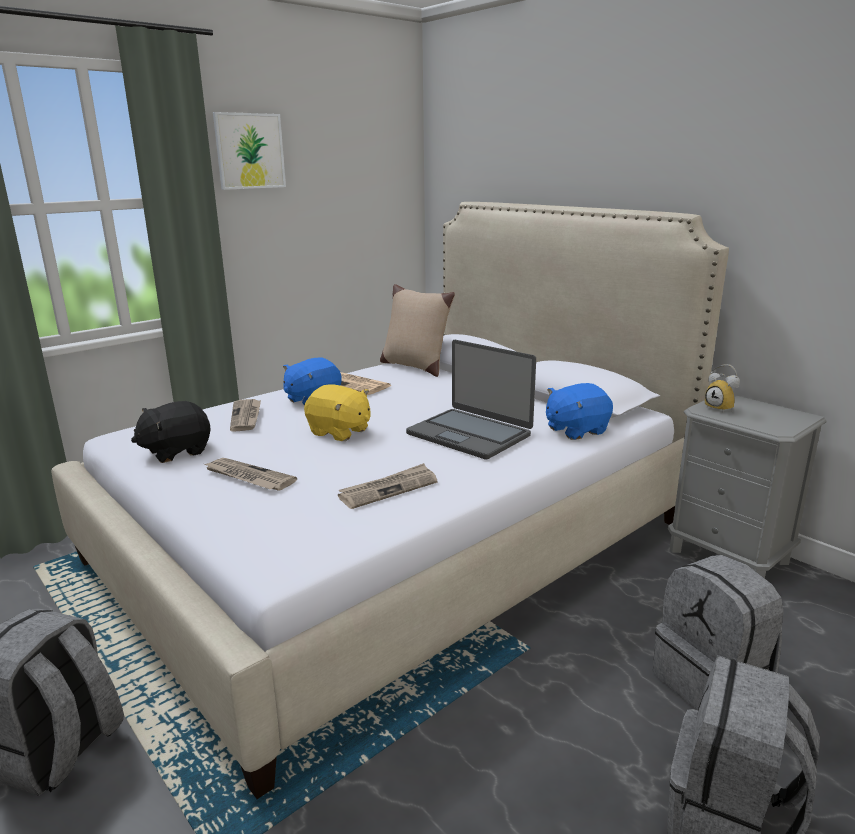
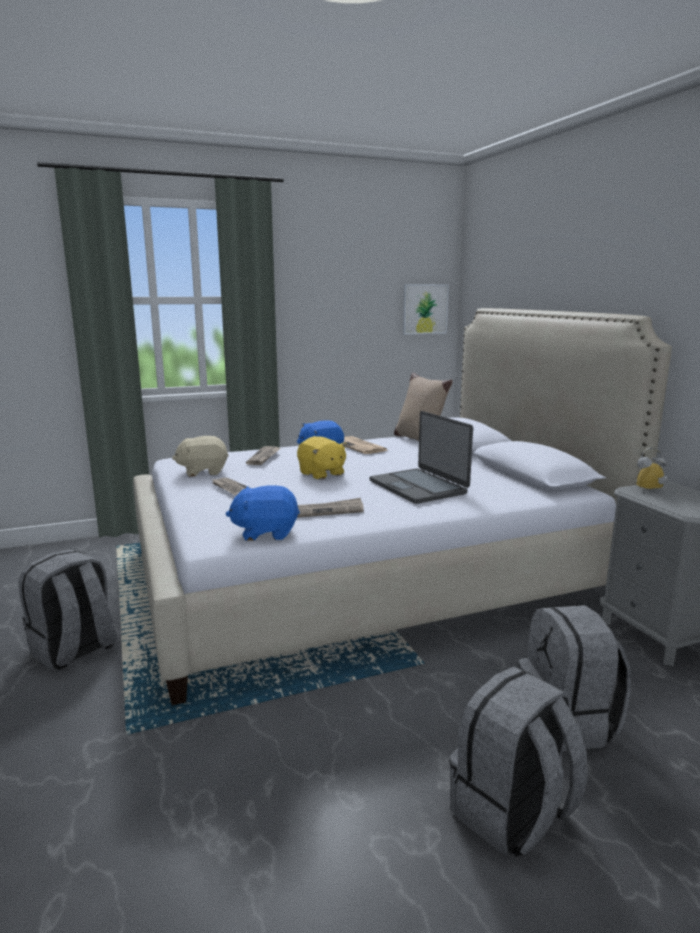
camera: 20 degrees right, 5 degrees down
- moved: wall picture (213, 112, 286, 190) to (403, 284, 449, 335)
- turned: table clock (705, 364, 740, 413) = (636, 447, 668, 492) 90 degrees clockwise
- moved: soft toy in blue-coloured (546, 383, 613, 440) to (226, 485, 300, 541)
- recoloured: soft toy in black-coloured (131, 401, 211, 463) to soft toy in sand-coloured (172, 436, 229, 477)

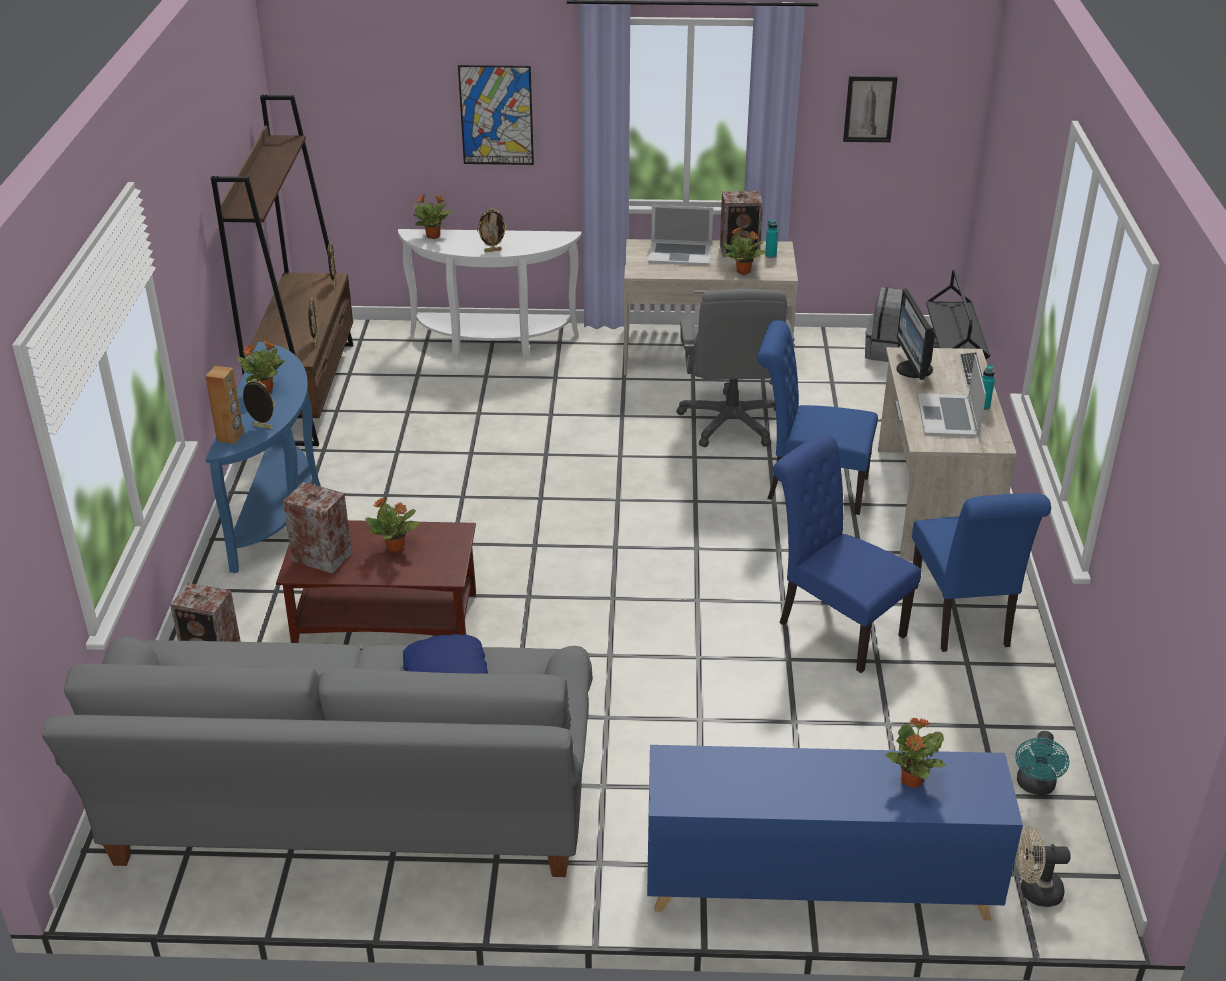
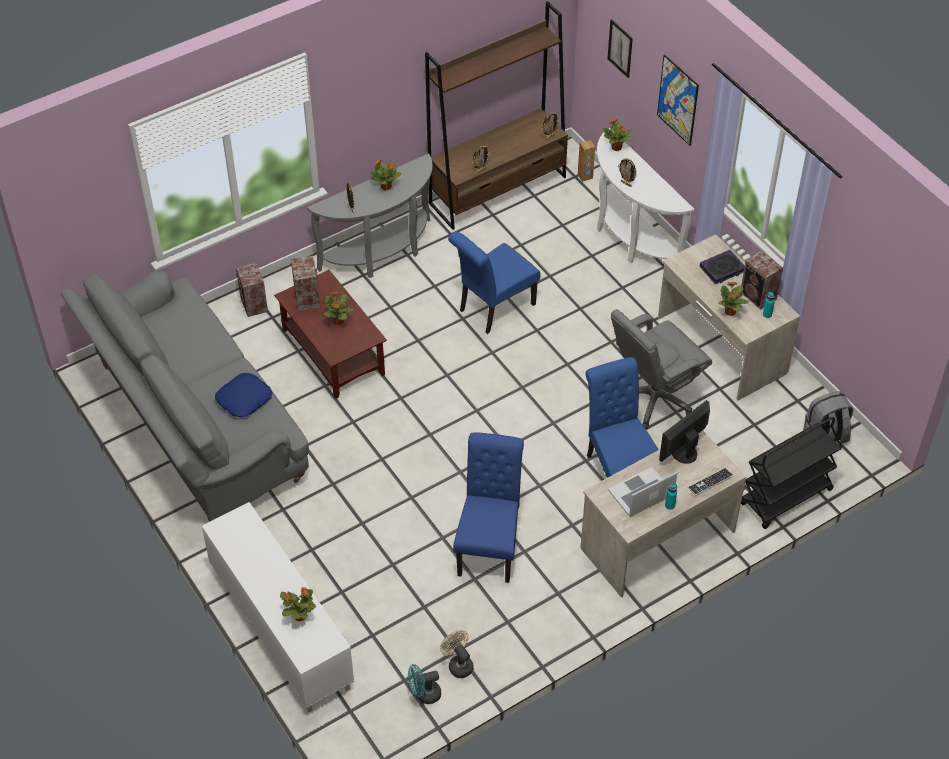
camera: 55 degrees right, 15 degrees up
- moved: wall picture (843, 76, 898, 142) to (607, 19, 633, 78)
- replaced: portable computer (648, 205, 713, 266) to bound book (700, 250, 745, 284)
- recoloured: narrow table in blue-coloured (206, 342, 321, 573) to narrow table in greyish (307, 153, 433, 278)
- moved: audio speaker in brown-coloured (205, 366, 244, 444) to (578, 140, 595, 182)
- moved: chair in blue-coloured (912, 493, 1051, 652) to (448, 232, 541, 334)
- recoloured: storage cabinet in blue-coloured (647, 745, 1023, 920) to storage cabinet in white (202, 502, 354, 712)
- moved: electric fan in sand-coloured (1015, 826, 1071, 907) to (440, 630, 474, 678)

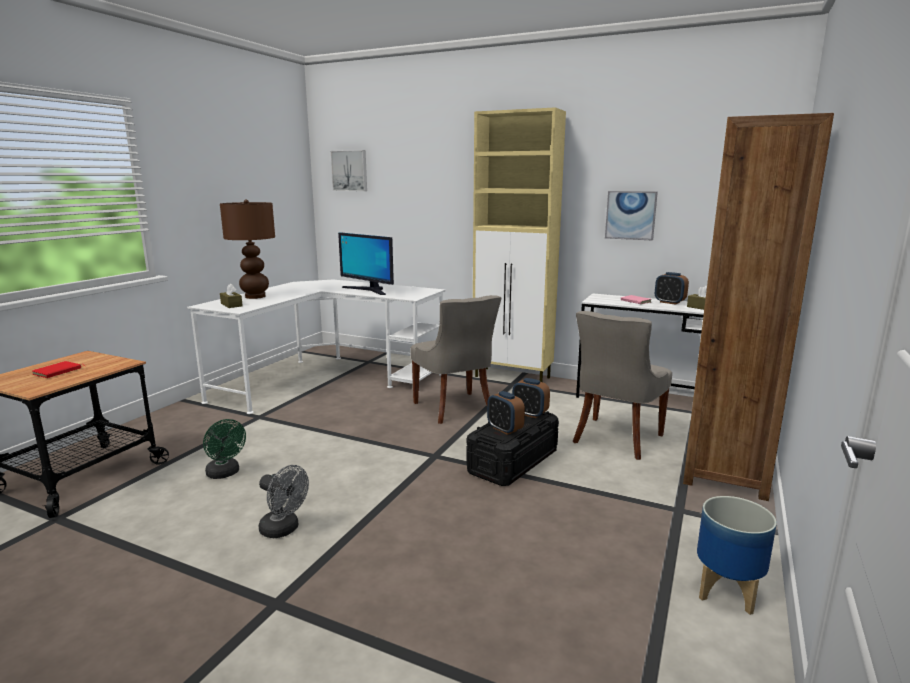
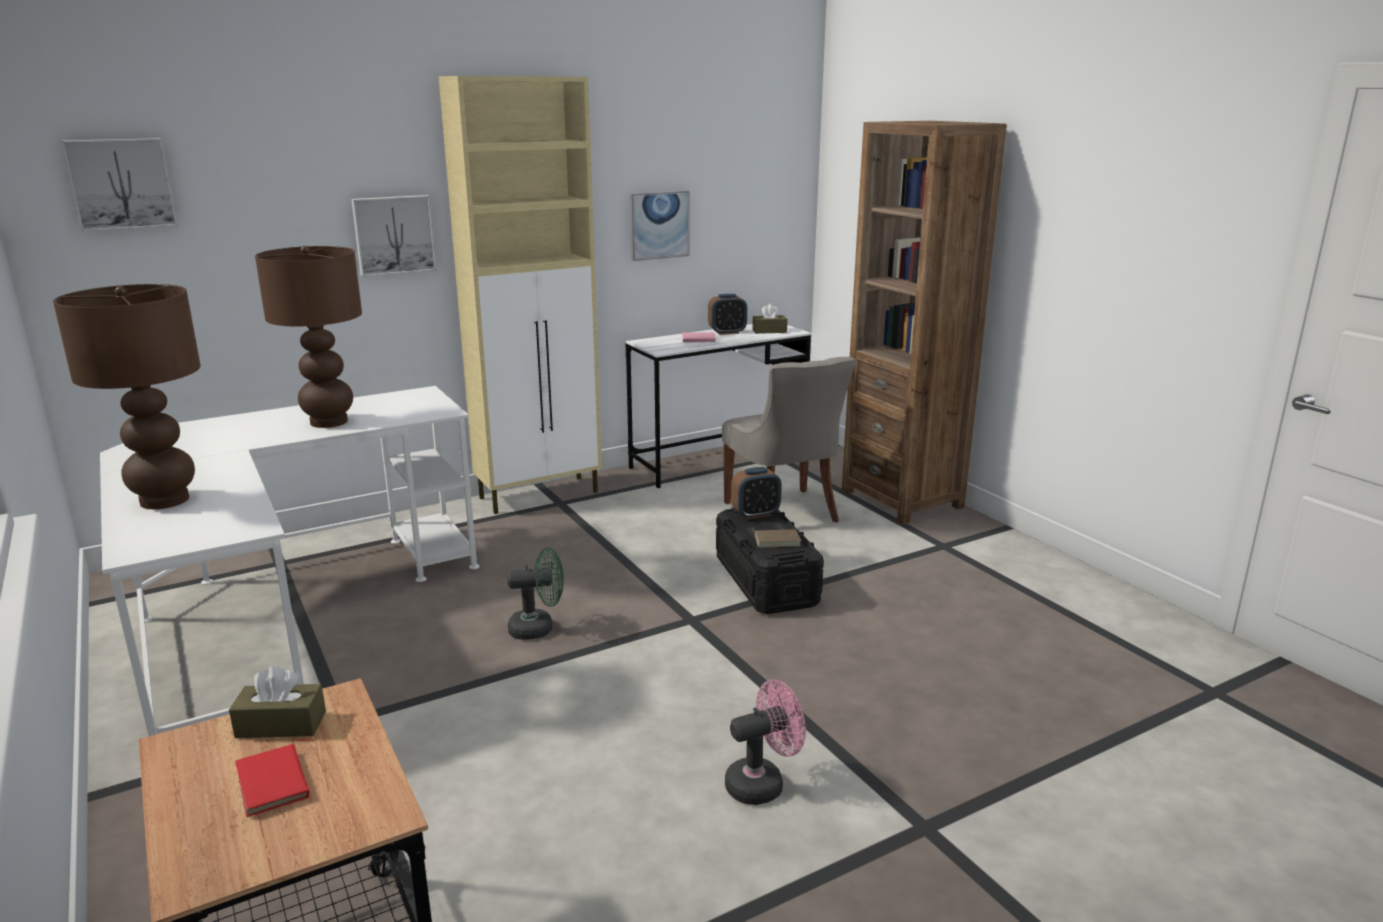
camera: 55 degrees left, 5 degrees up
- replaced: monitor (338, 232, 394, 295) to table lamp in brown-coloured (255, 246, 362, 428)
- moved: box of tissues in brown-coloured (220, 283, 243, 308) to (229, 666, 326, 738)
- removed: chair in greyish (410, 295, 501, 424)
- replaced: table clock (487, 391, 525, 435) to bound book in brown-coloured (753, 528, 801, 547)
- moved: electric fan in green-coloured (203, 419, 246, 479) to (507, 547, 564, 640)
- recoloured: electric fan in greyish (259, 465, 309, 538) to electric fan in pink-coloured (725, 680, 806, 805)
- removed: flower pot (697, 496, 777, 615)
- added: wall picture (351, 195, 437, 277)

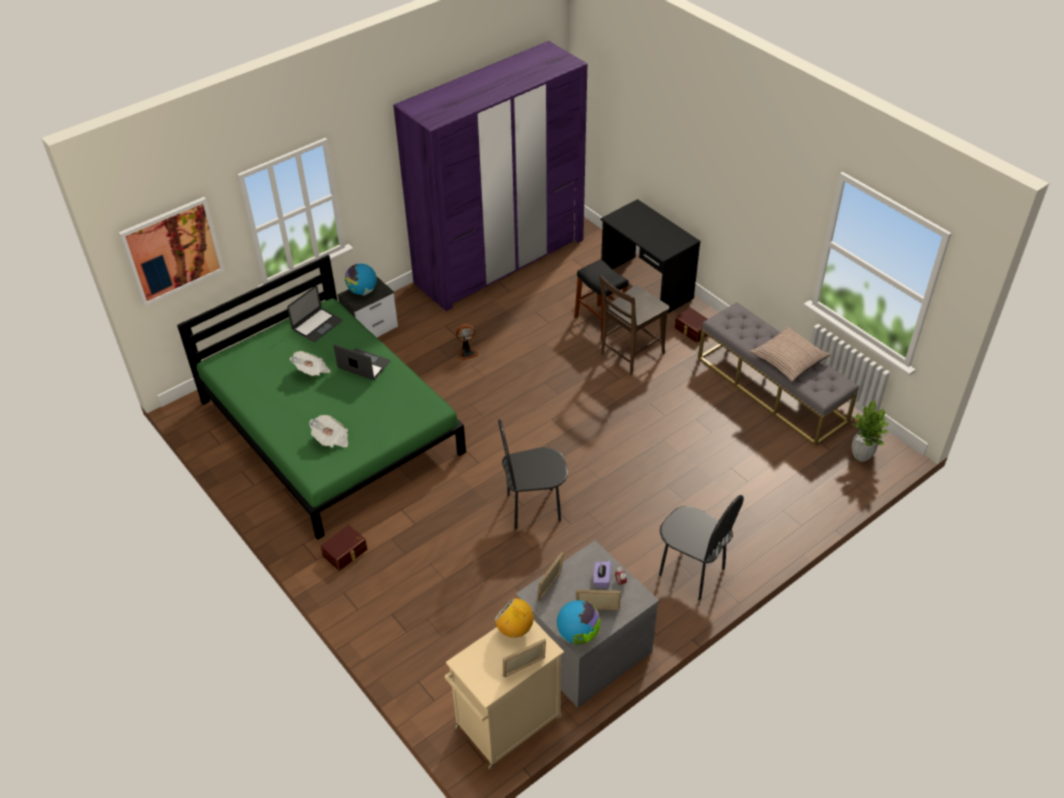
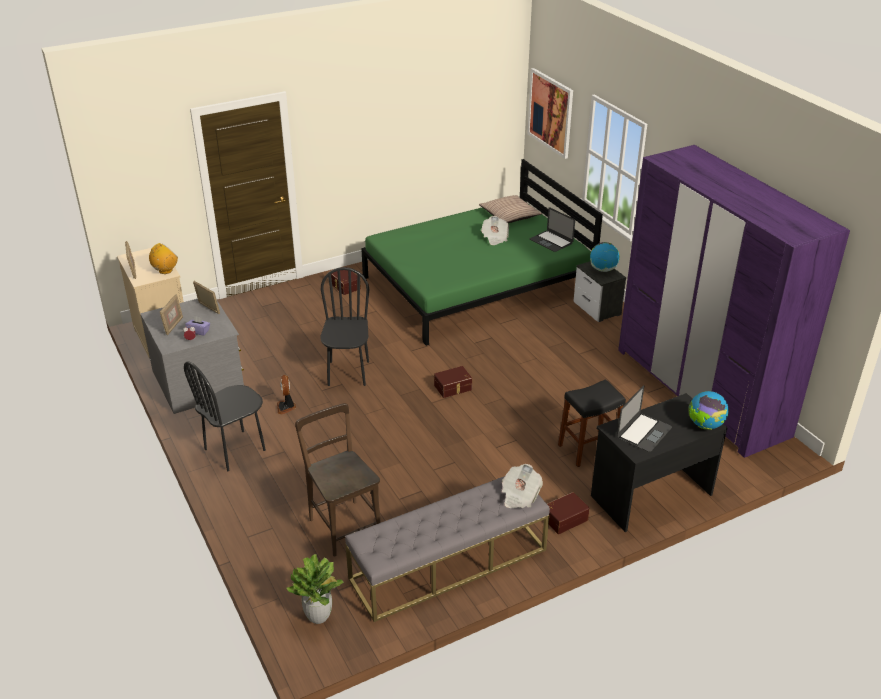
camera: 100 degrees right, 10 degrees down
- moved: chair in brown-coloured (599, 275, 669, 375) to (295, 403, 381, 557)
- moved: electric fan (456, 324, 478, 361) to (277, 375, 296, 414)
- moved: cushion (749, 326, 831, 382) to (479, 195, 542, 223)
- moved: portable computer (334, 344, 390, 380) to (617, 385, 672, 452)
- moved: printed paper (309, 415, 348, 448) to (502, 464, 543, 508)
- moved: globe (557, 600, 600, 645) to (688, 391, 729, 430)
- added: storage container in brown-coloured (434, 366, 472, 398)

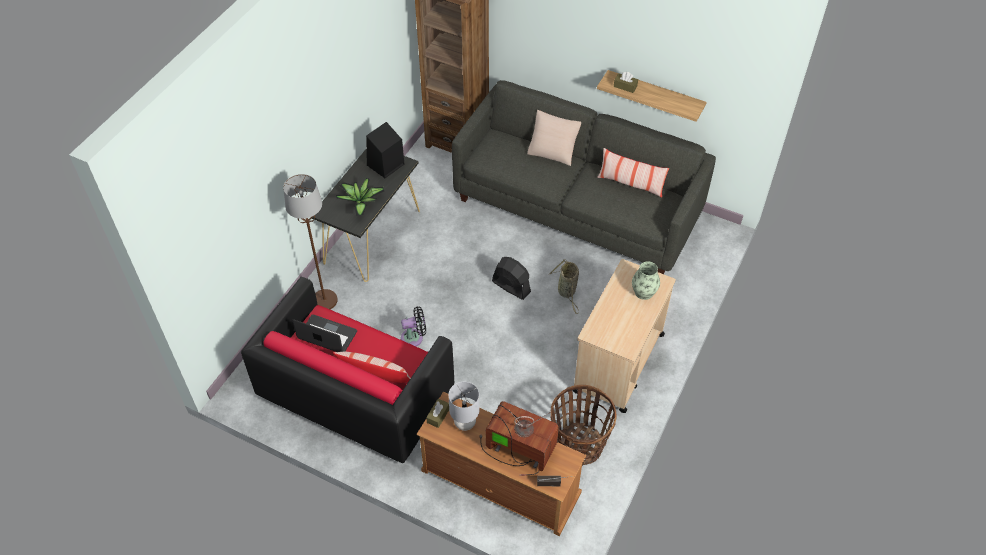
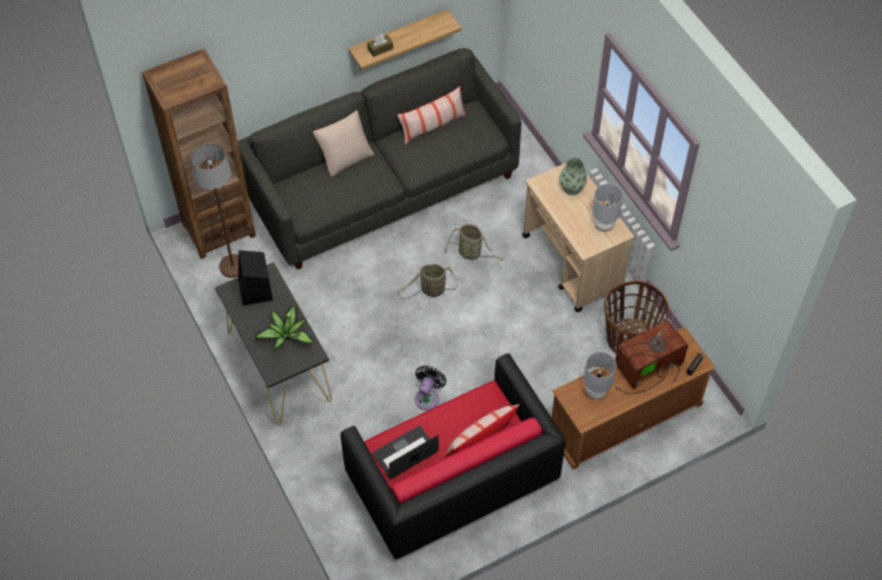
camera: 55 degrees left, 5 degrees up
- moved: standing lamp in brown-coloured (283, 174, 338, 309) to (191, 143, 238, 278)
- replaced: electric fan in black-coloured (492, 257, 531, 300) to household basket (397, 264, 458, 299)
- removed: box of tissues in brown-coloured (426, 399, 449, 428)
- added: table lamp in greyish (592, 184, 623, 232)

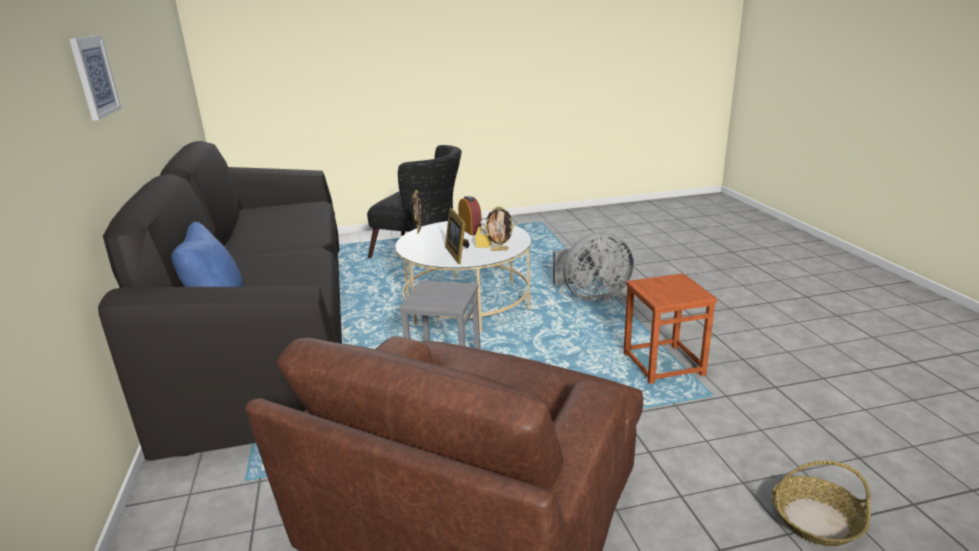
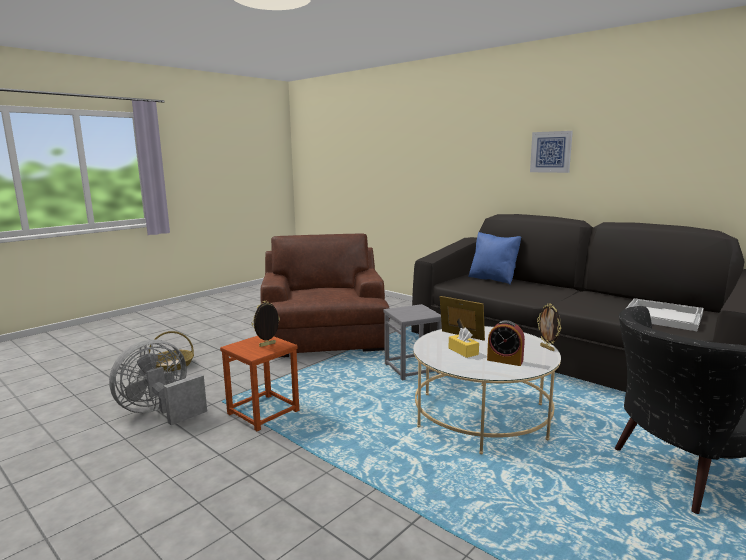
camera: 145 degrees right, 10 degrees down
- moved: picture frame (484, 206, 515, 251) to (252, 301, 280, 347)
- moved: electric fan in greyish (553, 233, 634, 302) to (109, 340, 207, 425)
- added: tray in white (626, 298, 704, 331)

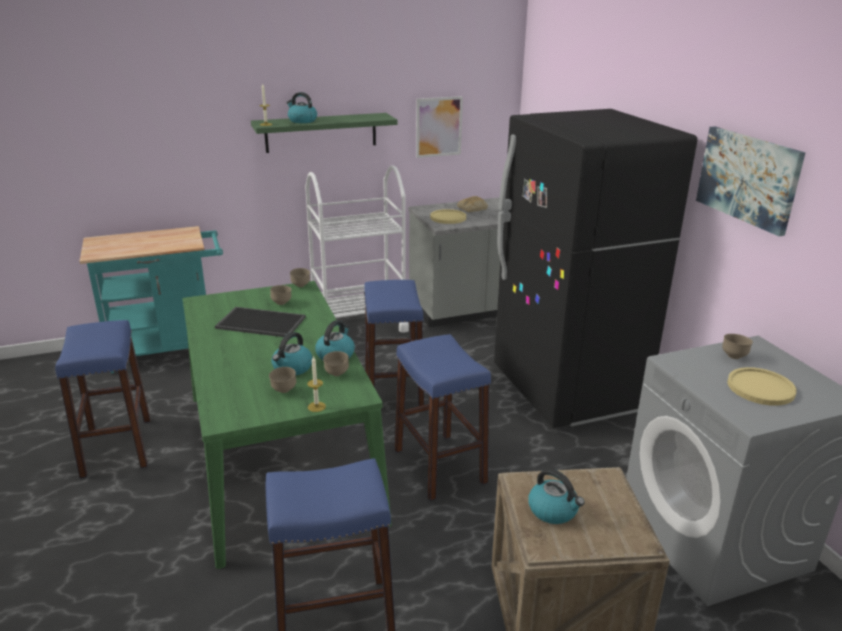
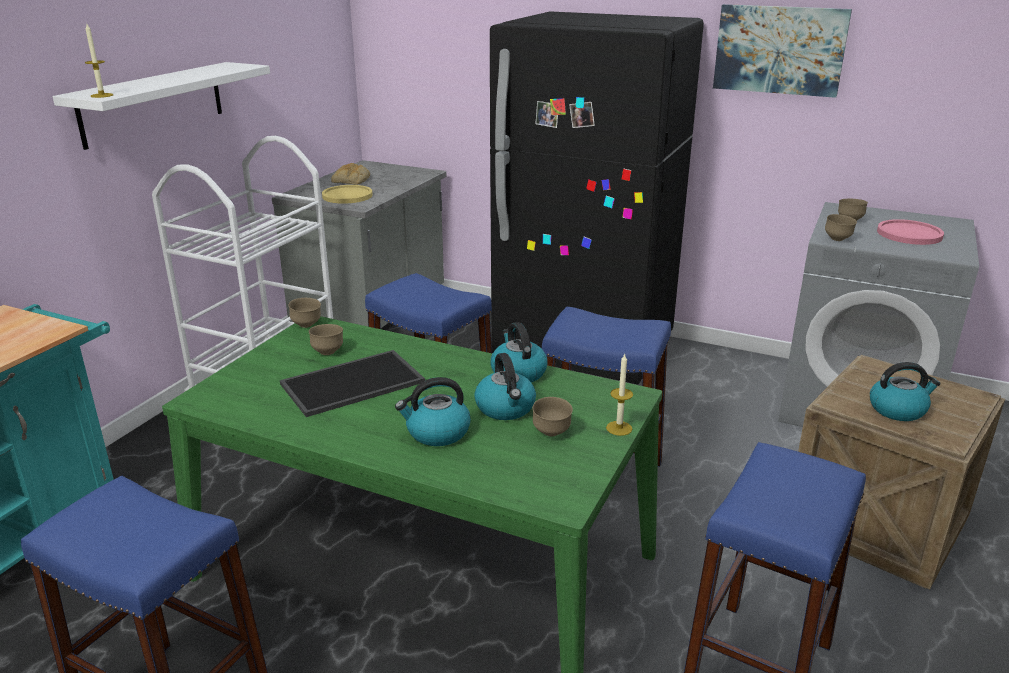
camera: 45 degrees left, 0 degrees up
- moved: water kettle (287, 92, 317, 123) to (395, 377, 471, 446)
- removed: wall picture (416, 96, 463, 158)
- recoloured: bracket shelf in green-coloured (251, 113, 397, 153) to bracket shelf in white (53, 62, 270, 150)
- moved: deep dish in brown-coloured (323, 351, 349, 376) to (825, 214, 857, 241)
- recoloured: dinner plate in yellow-coloured (727, 367, 797, 406) to dinner plate in pink-coloured (877, 219, 944, 245)

